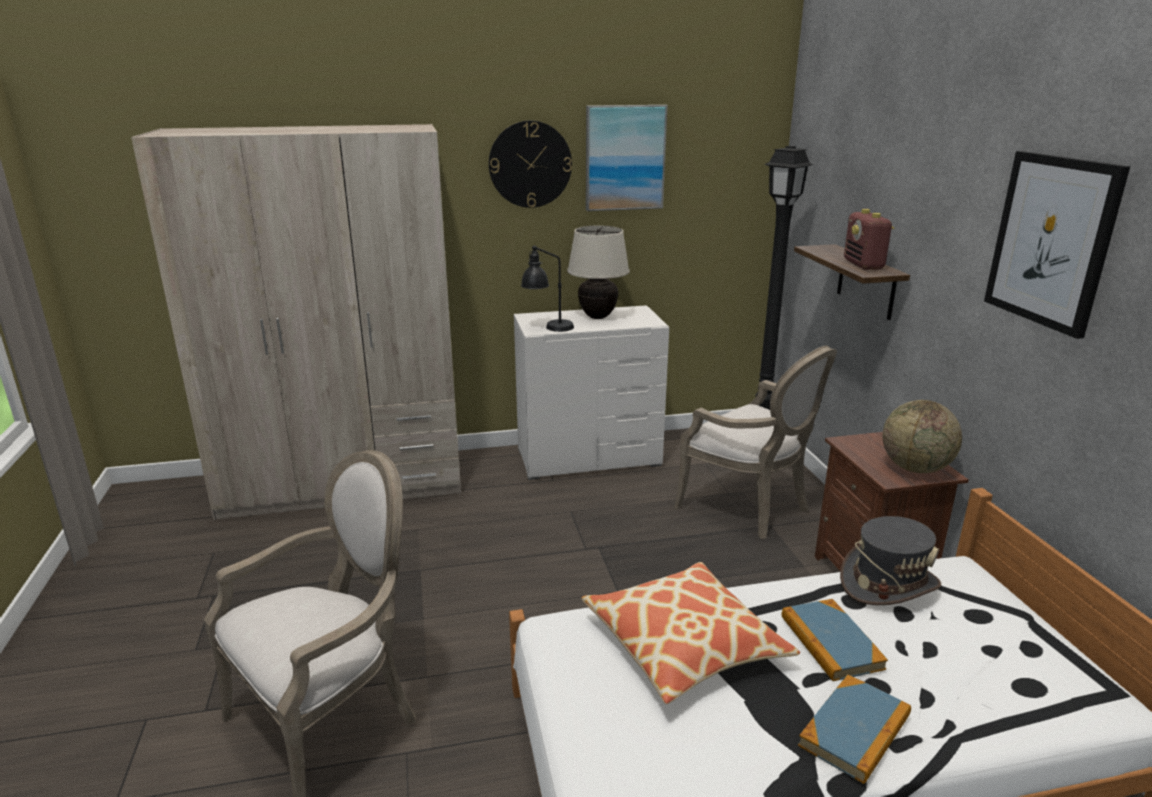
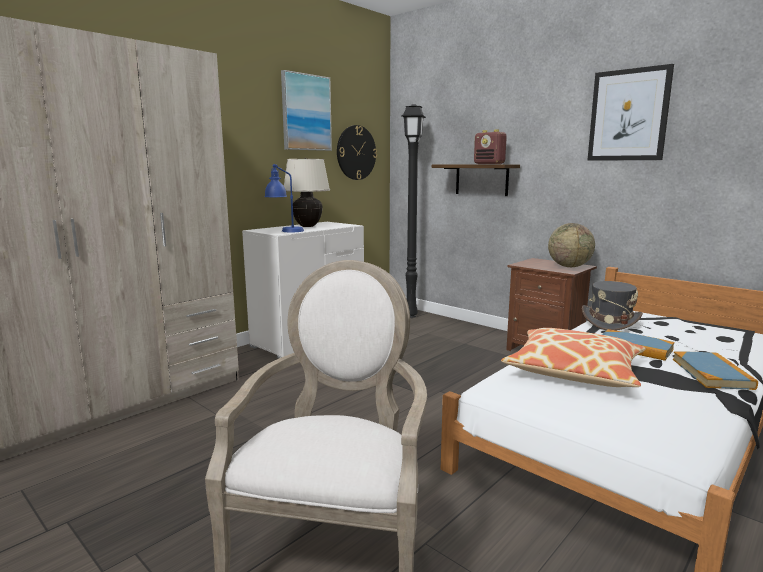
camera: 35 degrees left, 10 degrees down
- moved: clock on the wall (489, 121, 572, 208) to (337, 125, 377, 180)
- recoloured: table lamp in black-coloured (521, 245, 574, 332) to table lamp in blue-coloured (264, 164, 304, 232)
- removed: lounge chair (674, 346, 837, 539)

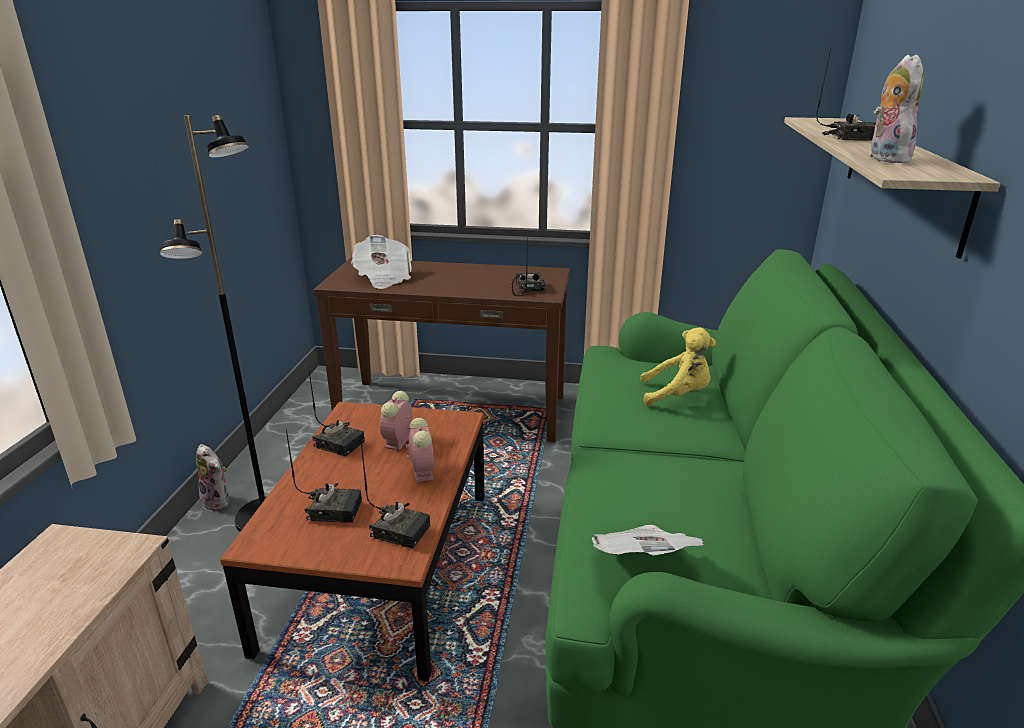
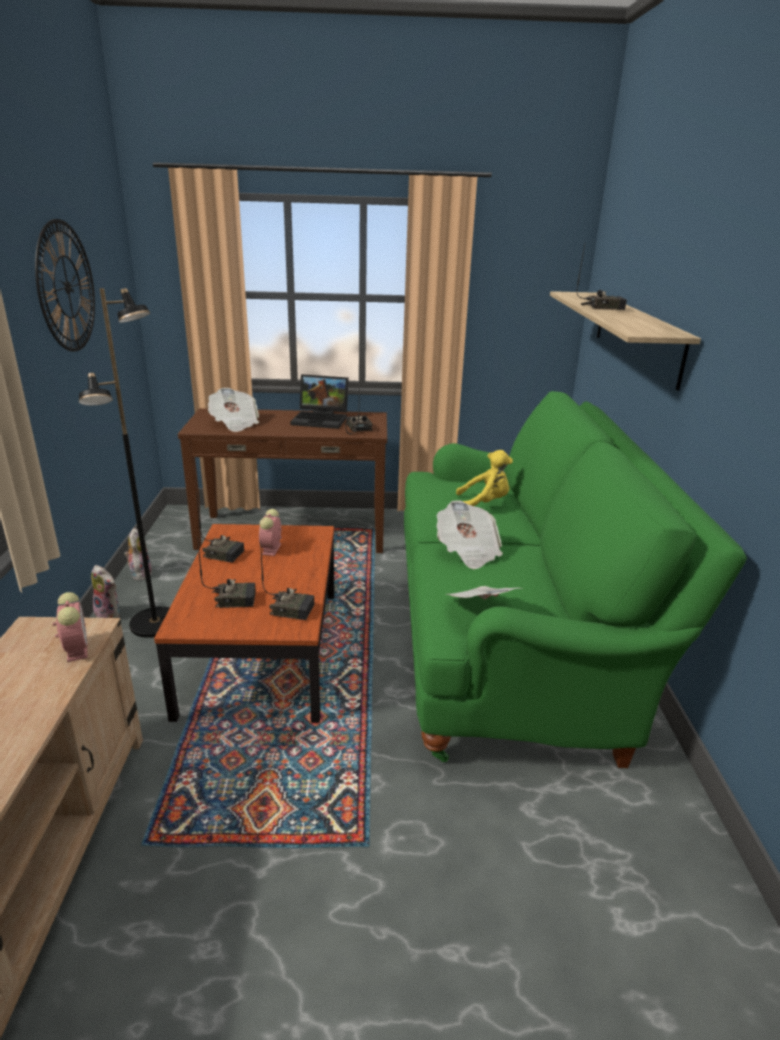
camera: 10 degrees left, 0 degrees up
- moved: soft toy (870, 55, 924, 164) to (124, 528, 152, 581)
- moved: table clock (406, 418, 434, 482) to (52, 592, 88, 662)
- added: clock on the wall (35, 219, 95, 352)
- added: portable computer (290, 374, 349, 429)
- added: printed paper (437, 500, 503, 569)

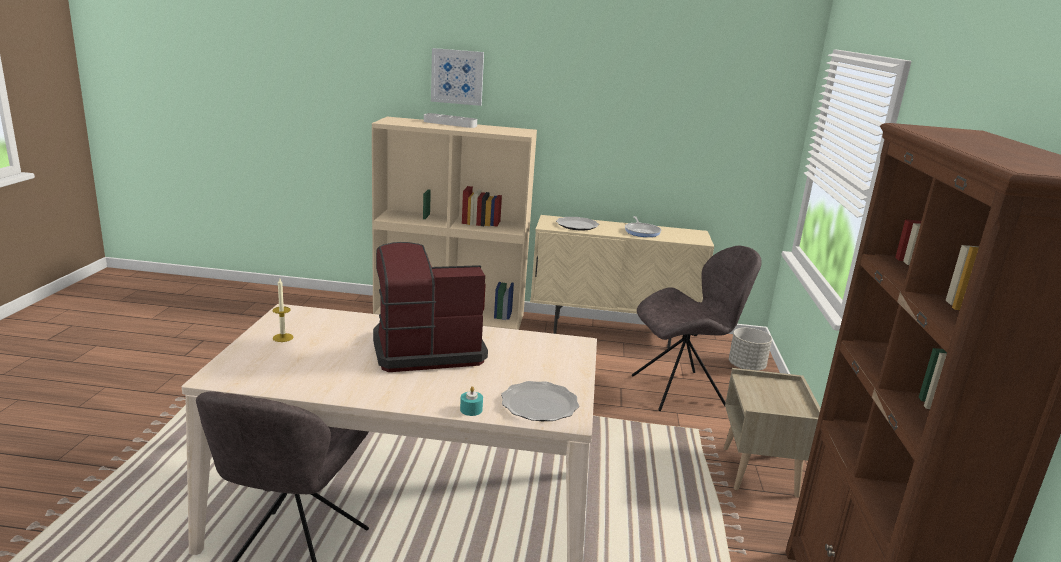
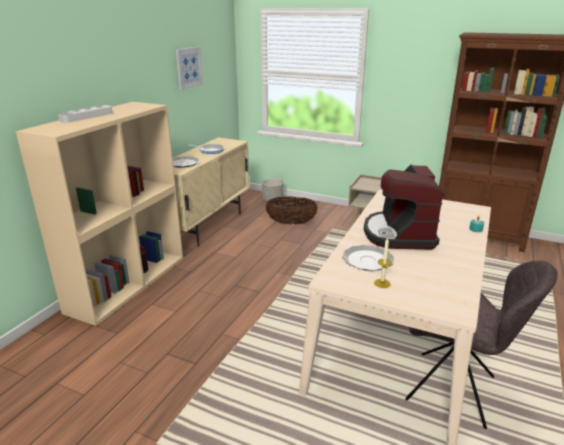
camera: 70 degrees left, 5 degrees up
- moved: wall picture (431, 48, 484, 106) to (176, 47, 203, 90)
- replaced: chair in greyish (632, 246, 761, 411) to household basket (266, 197, 318, 224)
- moved: dinner plate (501, 381, 579, 421) to (342, 245, 394, 271)

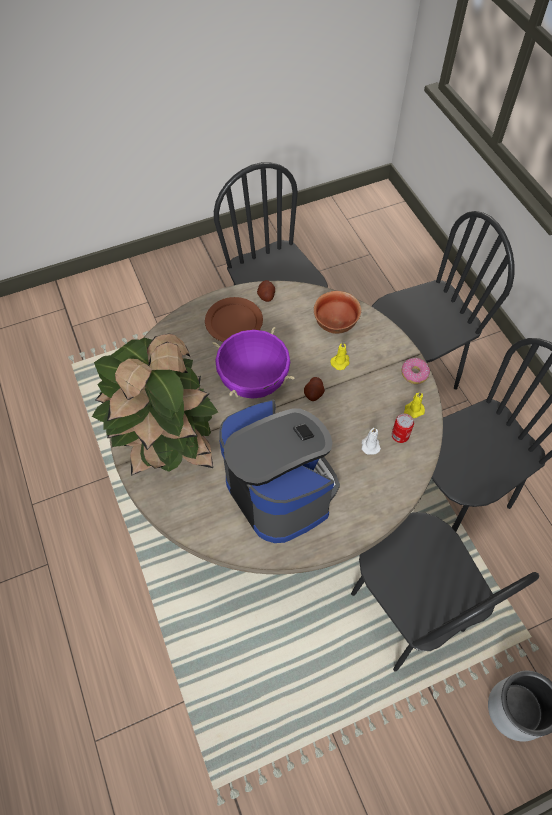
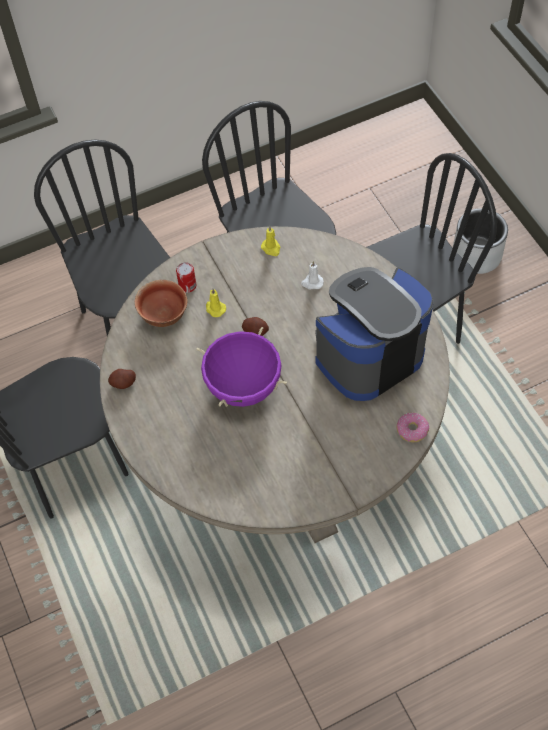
camera: 90 degrees left, 0 degrees up
- removed: dinner plate in brown-coloured (205, 297, 263, 342)
- removed: potted plant (92, 333, 218, 476)
- moved: ring doughnut (402, 358, 430, 384) to (396, 412, 429, 442)
- moved: can (392, 413, 414, 443) to (176, 262, 196, 293)

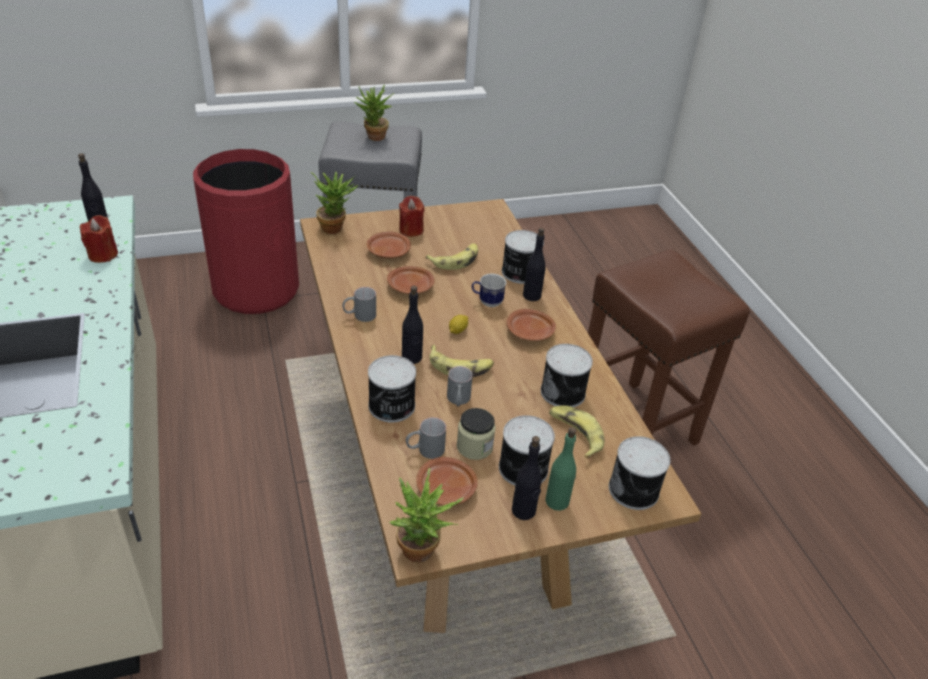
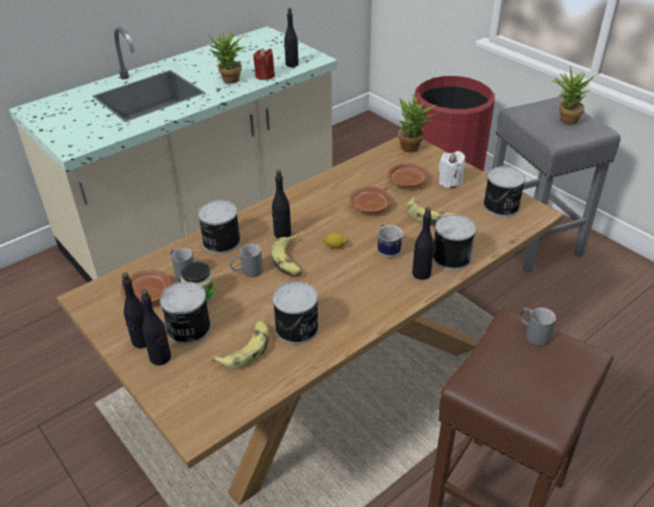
camera: 70 degrees right, 0 degrees up
- recoloured: wax light in red (399, 196, 424, 237) to wax light in white (439, 151, 465, 189)
- moved: tea mug in greyish (342, 287, 376, 322) to (519, 308, 556, 346)
- removed: dinner plate in brown-coloured (507, 309, 556, 341)
- recoloured: bottle in green-coloured (545, 427, 576, 511) to bottle in black-coloured (141, 289, 171, 365)
- moved: can (609, 436, 670, 510) to (483, 166, 526, 217)
- moved: potted plant (389, 468, 464, 563) to (209, 29, 245, 84)

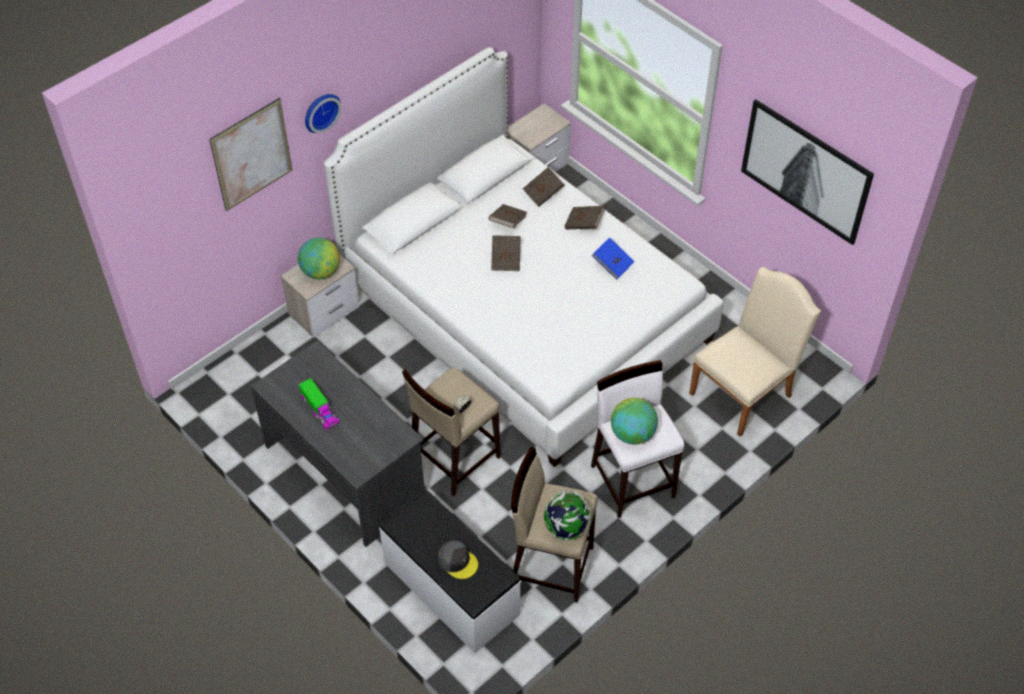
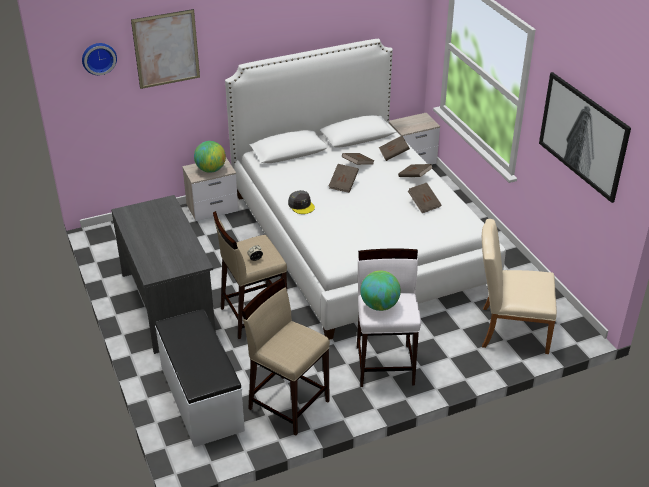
camera: 20 degrees right, 15 degrees down
- moved: clock on the wall (305, 94, 342, 133) to (82, 43, 117, 75)
- recoloured: bound book in blue-coloured (592, 237, 635, 280) to bound book in brown-coloured (408, 183, 441, 213)
- turned: chair in sand-coloured (689, 267, 821, 437) = (482, 219, 557, 354) 150 degrees counterclockwise
- removed: model truck (299, 378, 340, 431)
- removed: globe (544, 490, 591, 540)
- moved: peaked cap in greyish (438, 540, 478, 579) to (288, 190, 315, 214)

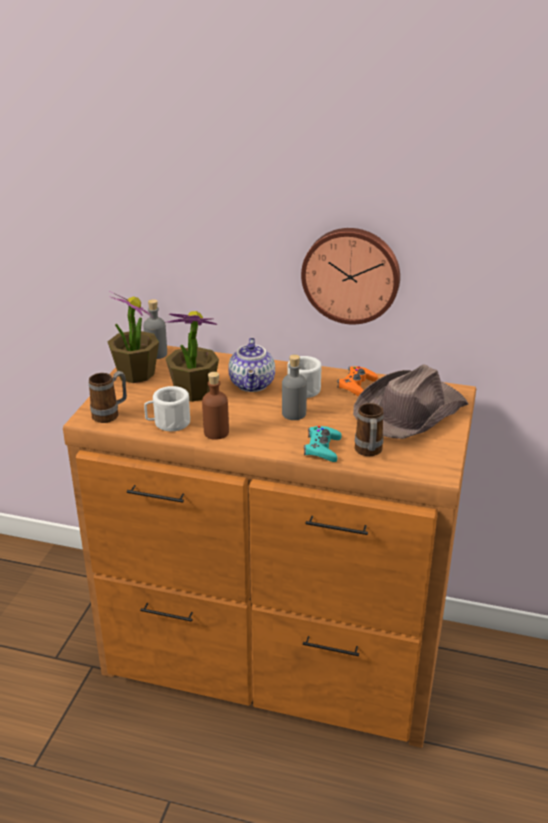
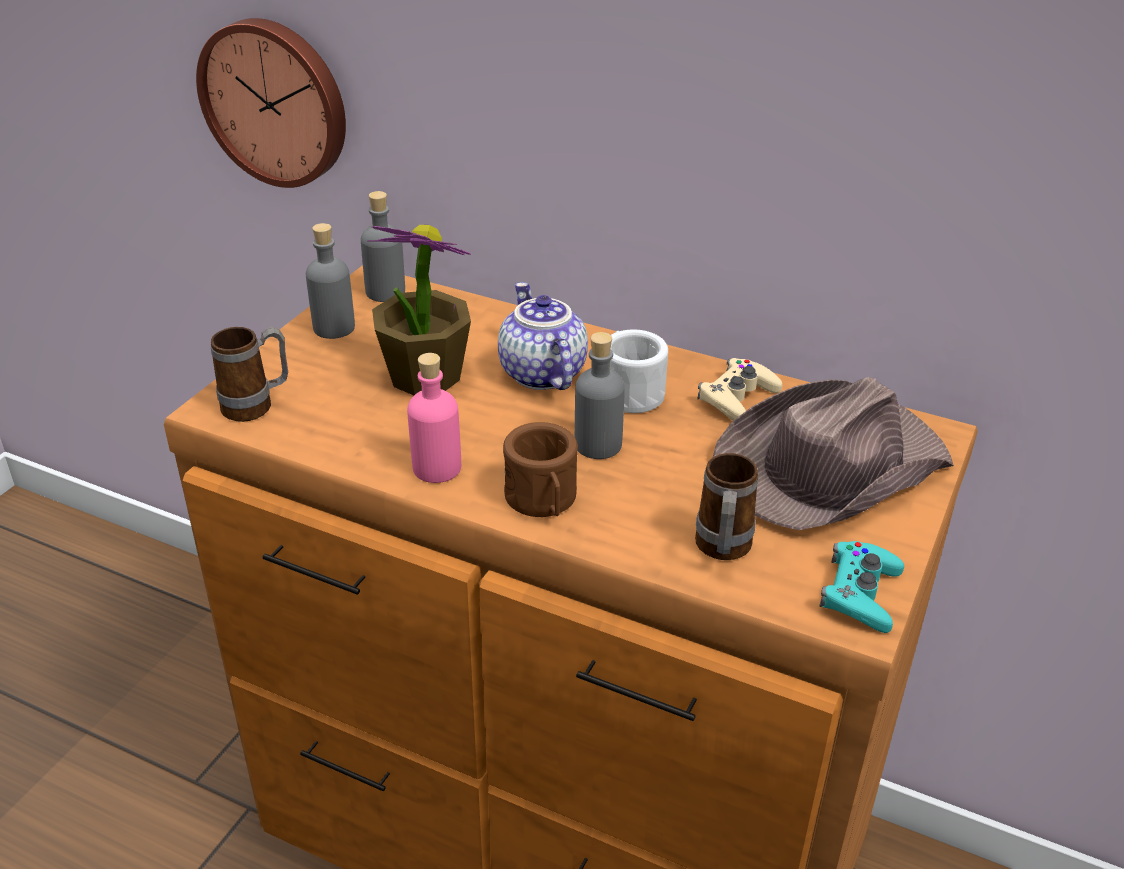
camera: 10 degrees right, 5 degrees up
- moved: clock on the wall (301, 228, 400, 324) to (196, 18, 346, 188)
- replaced: potted plant (108, 291, 159, 383) to bottle in greyish (306, 223, 355, 339)
- turned: tea pot (228, 337, 275, 392) = (498, 282, 588, 390) 150 degrees clockwise
- recoloured: game controller in orange (337, 366, 378, 396) to game controller in sand-coloured (698, 358, 782, 421)
- recoloured: bottle in brown-coloured (202, 372, 229, 440) to bottle in pink-coloured (407, 353, 461, 483)
- removed: tea mug in white (144, 386, 190, 431)
- moved: game controller in turquoise (304, 426, 342, 462) to (820, 541, 904, 633)
- added: tea mug in brown-coloured (503, 422, 578, 517)

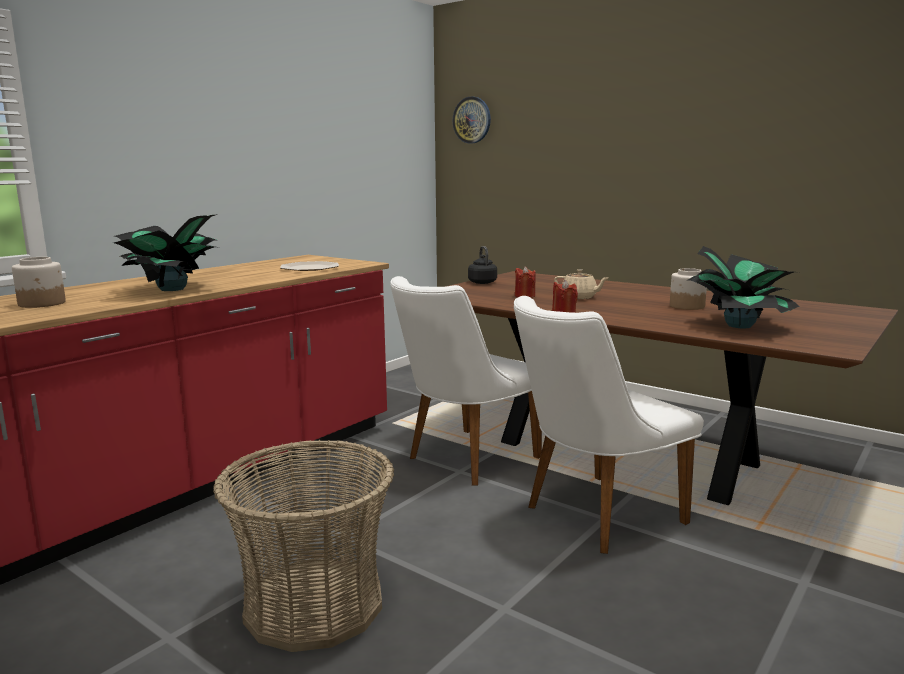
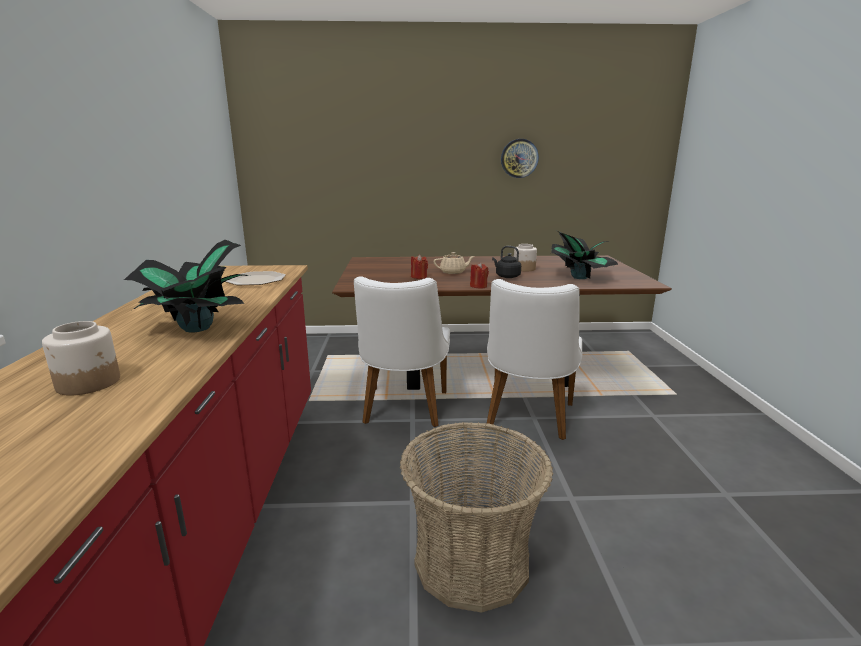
camera: 40 degrees left, 5 degrees up
- moved: clock on the wall (453, 97, 491, 143) to (501, 139, 539, 178)
- moved: water kettle in black-coloured (468, 246, 497, 284) to (492, 246, 521, 278)

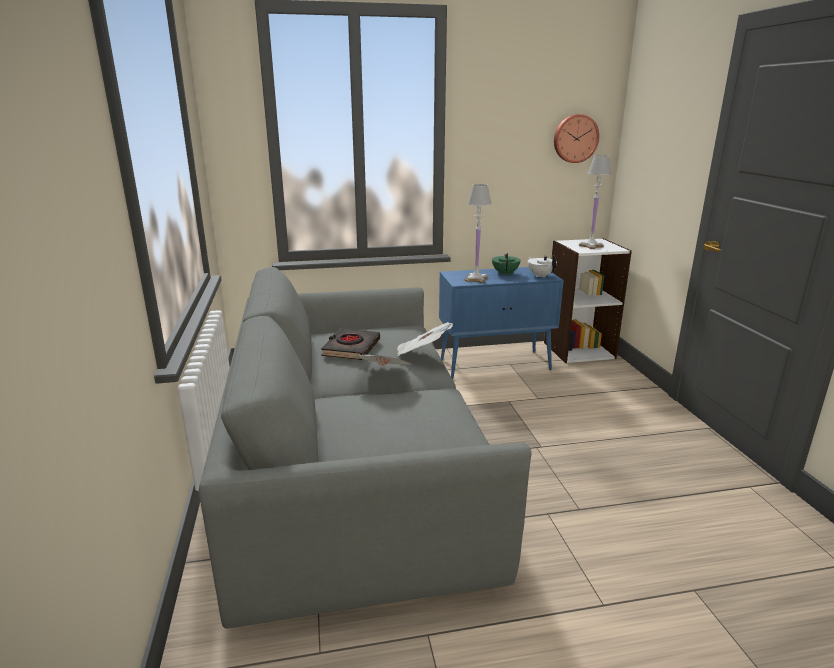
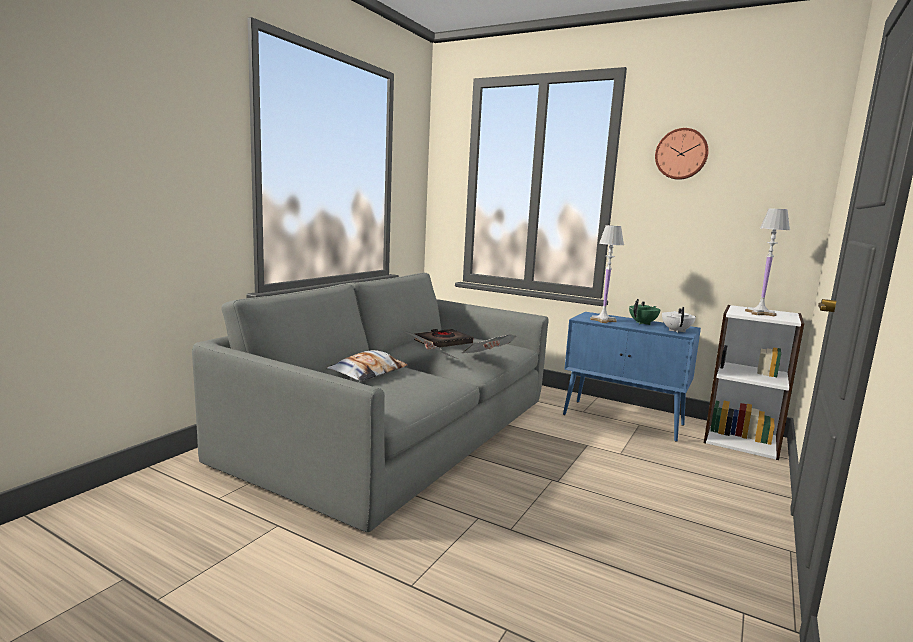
camera: 40 degrees right, 10 degrees down
- moved: clock on the wall (554, 114, 599, 163) to (655, 128, 709, 180)
- added: cushion (327, 350, 408, 381)

